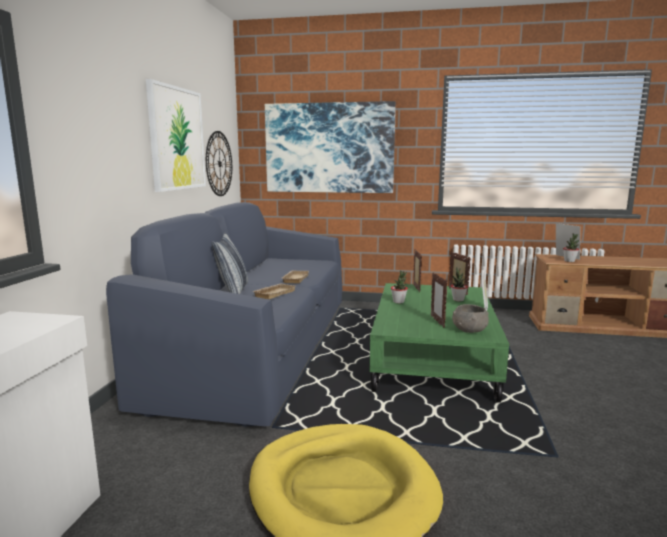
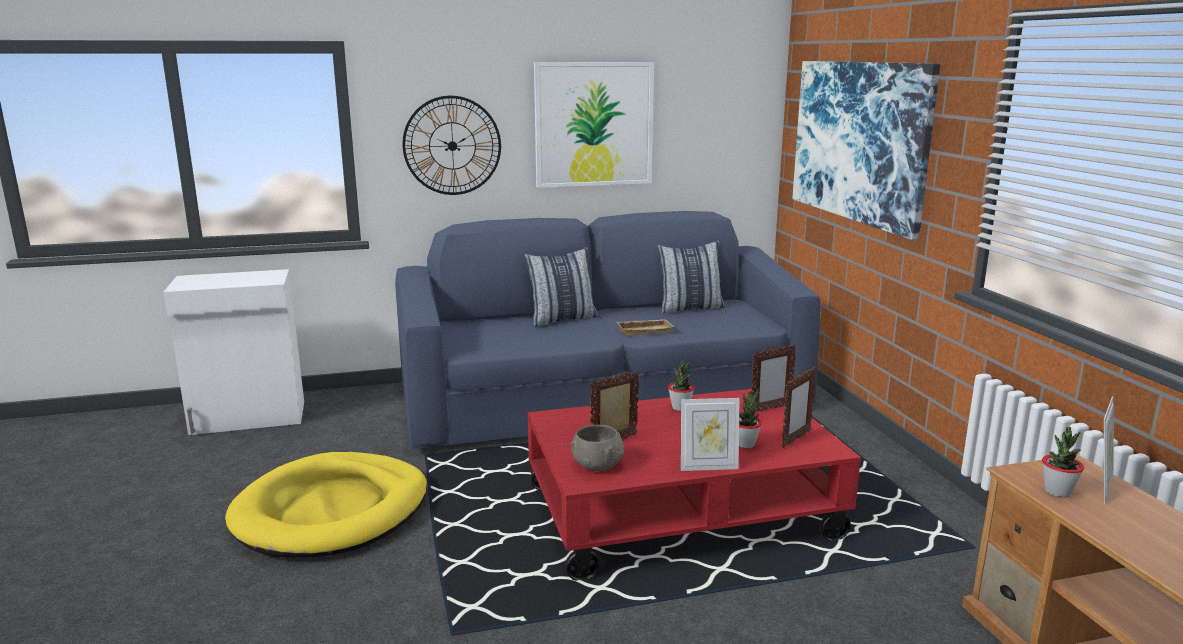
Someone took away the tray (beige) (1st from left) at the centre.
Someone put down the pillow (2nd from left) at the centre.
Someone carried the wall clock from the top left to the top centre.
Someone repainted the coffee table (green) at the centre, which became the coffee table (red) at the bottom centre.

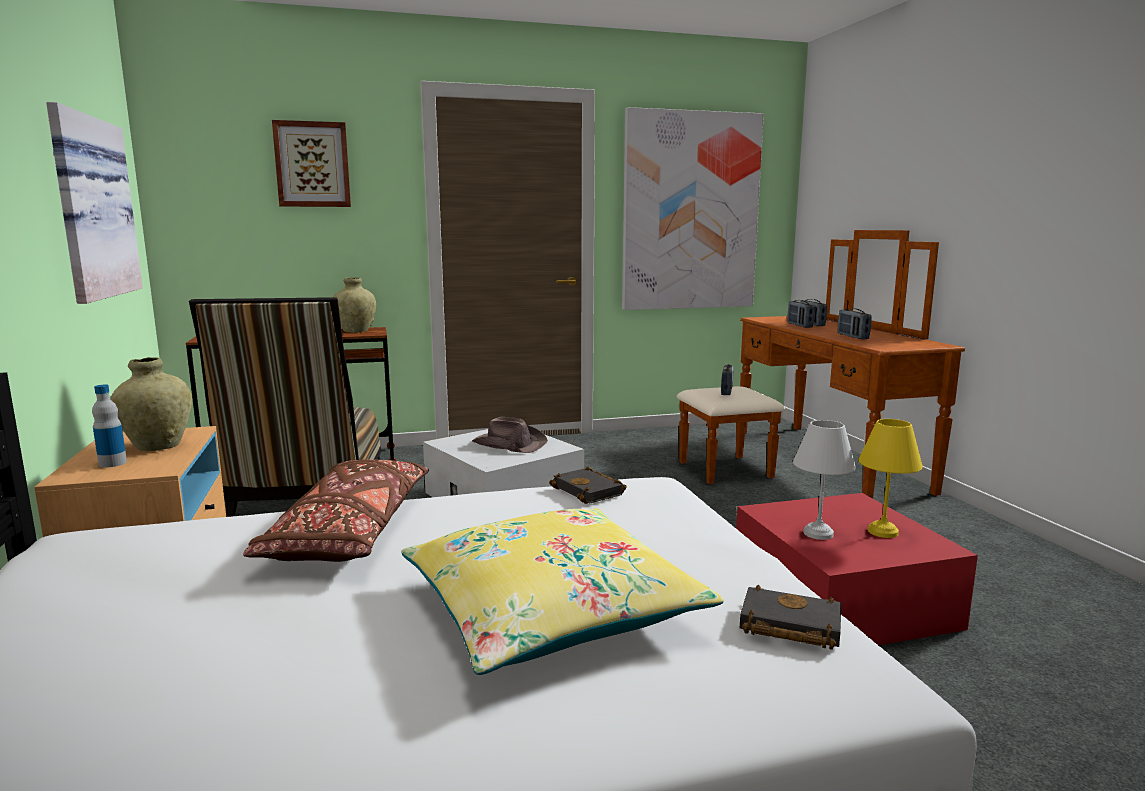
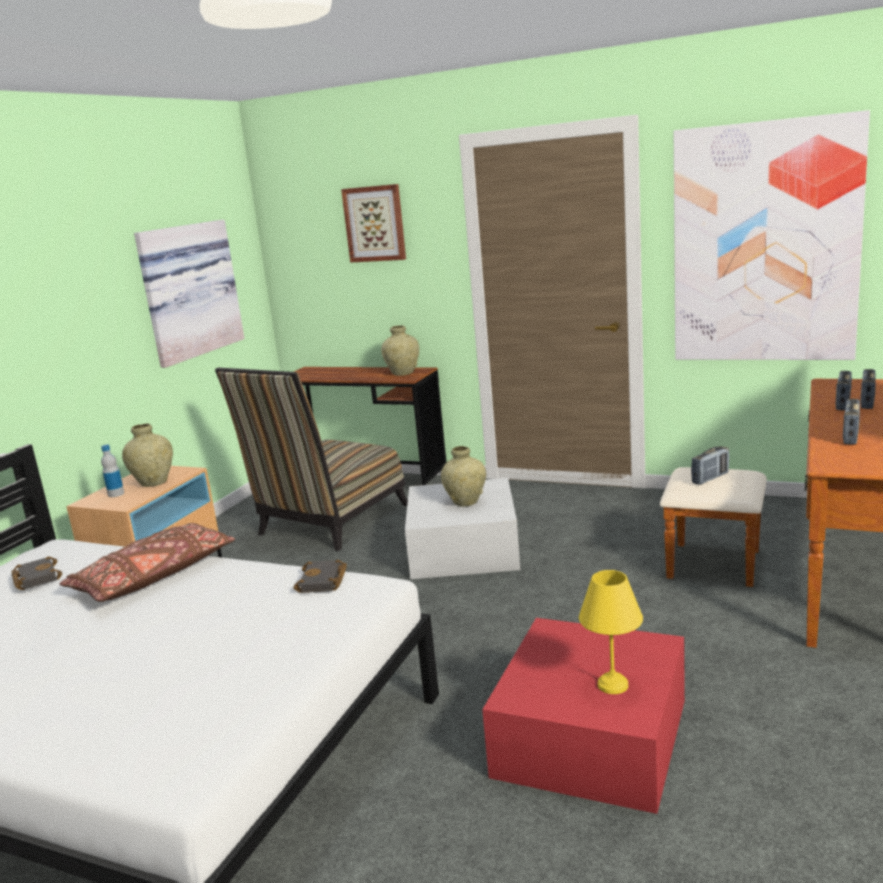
Someone took away the pillow (yellow) at the bottom centre.
Someone took away the table lamp (white) at the middle right.
Someone carried the book (black) (2nd from left in the first image) from the bottom right to the middle left.
Someone swapped the hat (brown) at the centre for the vase (beige) (3rd from left) at the centre.

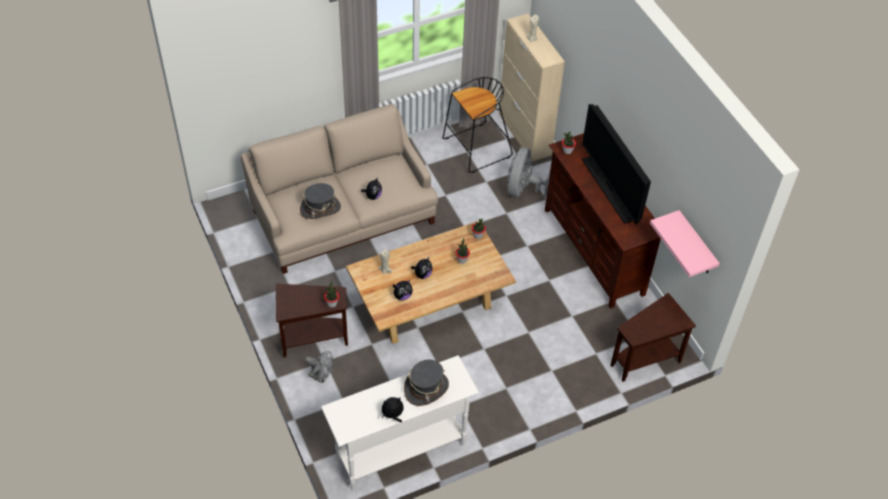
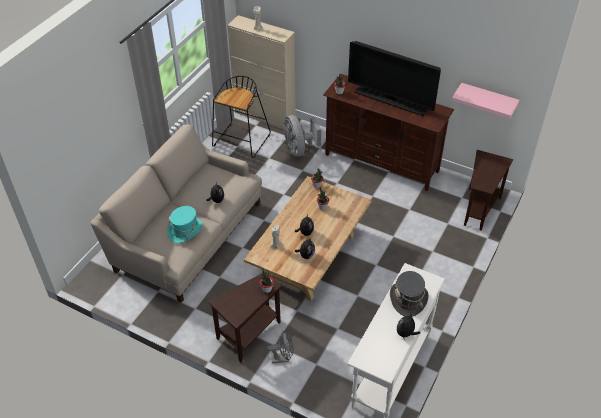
Someone repainted the hat (grey) (1st from left) at the centre, which became the hat (turquoise) at the middle left.

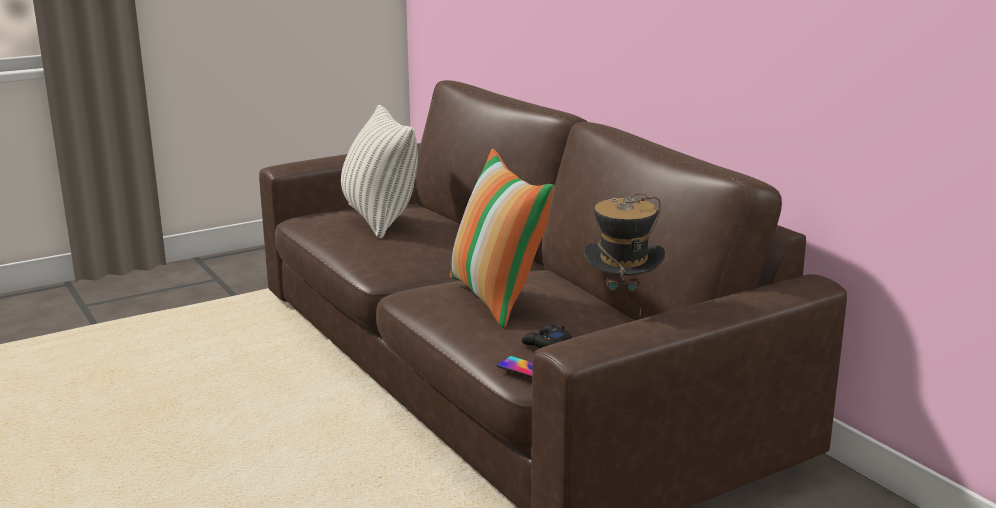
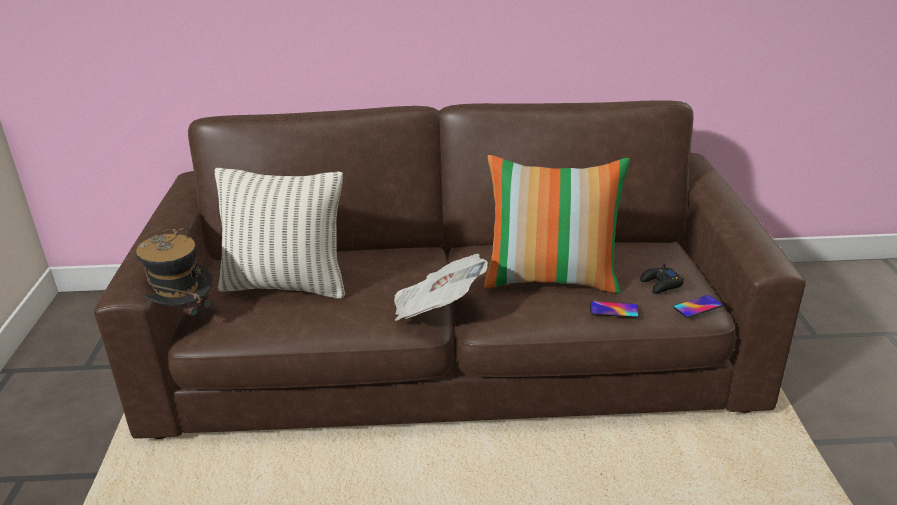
Someone put down the newspaper at the centre.
Someone put down the phone (1st from left) at the middle right.
Someone carried the hat from the centre to the middle left.

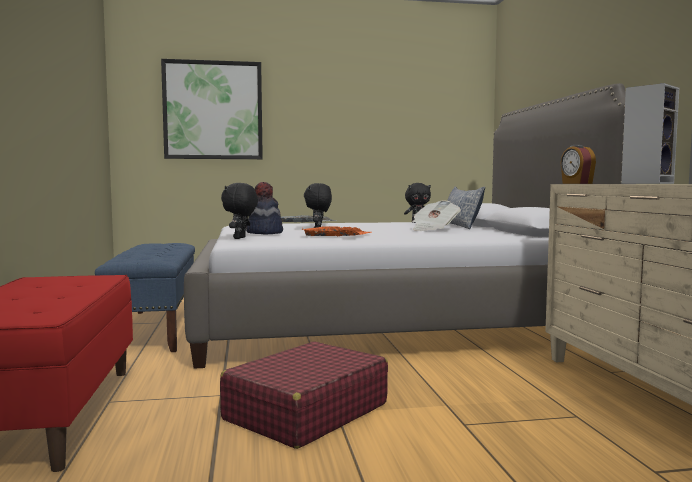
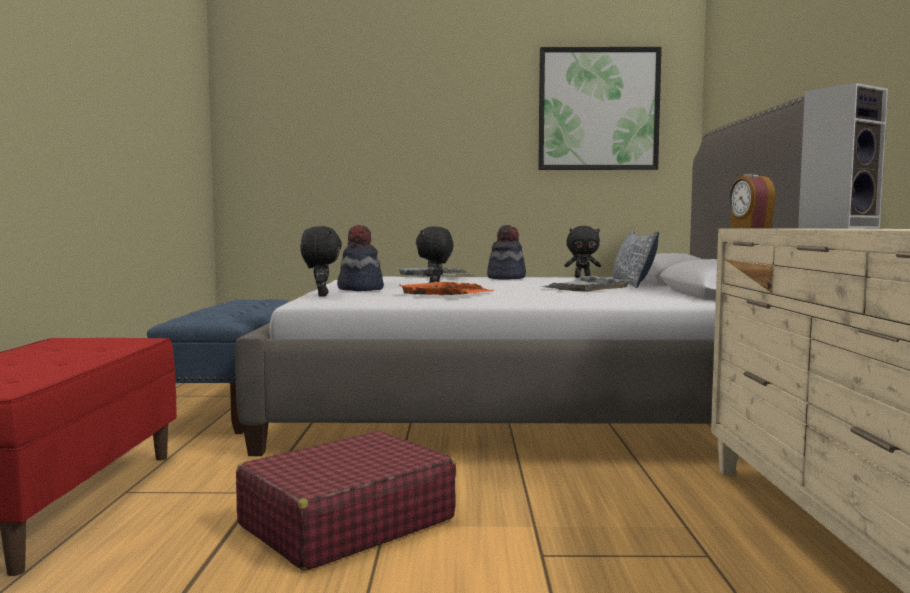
Someone put down the hat (2nd from left) at the centre.
Someone carried the picture from the top left to the top centre.
Someone swapped the newspaper at the centre for the tray (grey) (2nd from left) at the centre.
Someone rotated the plush toy (black) (1st from left) at the centre by 150 degrees clockwise.

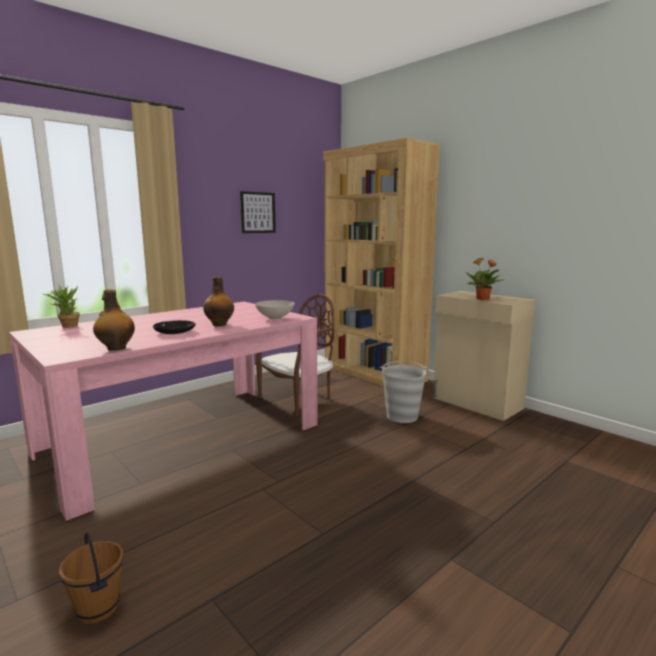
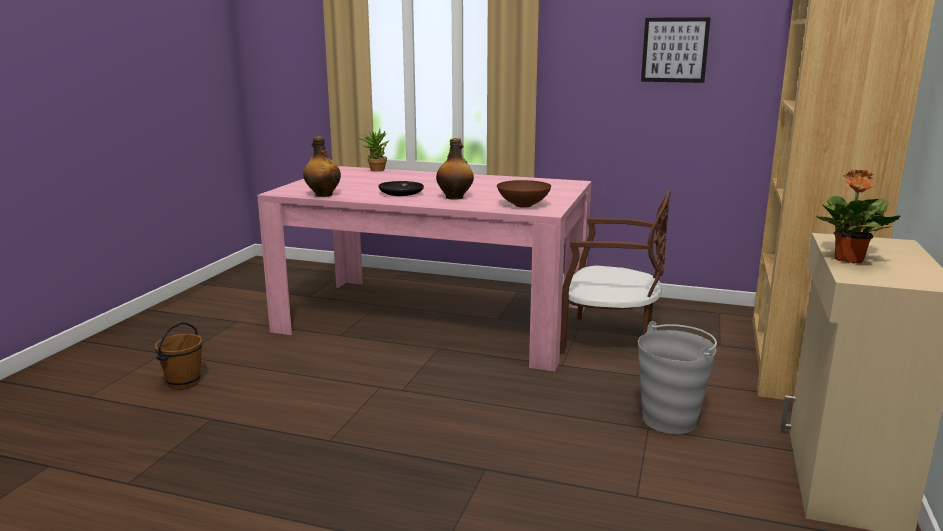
Someone repainted the bowl (white) at the centre, which became the bowl (brown) at the centre.

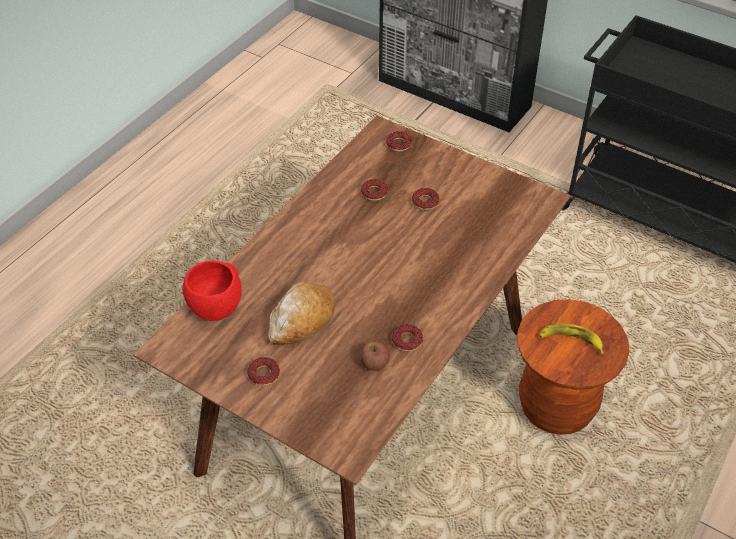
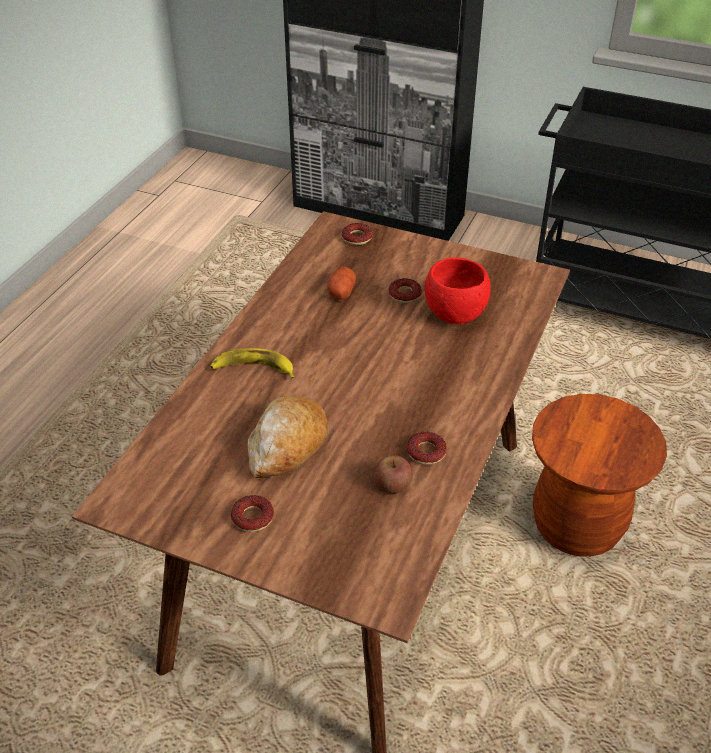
Someone carried the bowl (red) from the middle left to the centre.
Someone carried the banana from the middle right to the centre.
Someone swapped the donut (2nd from left) at the centre for the potato at the centre.

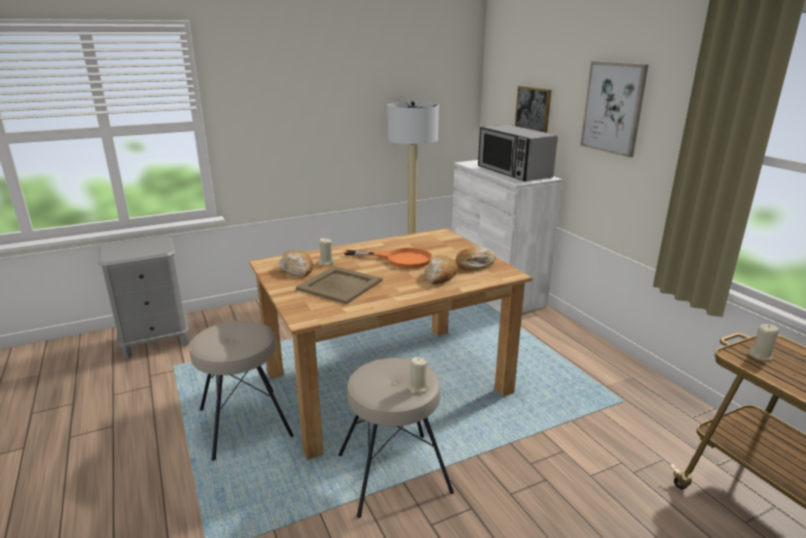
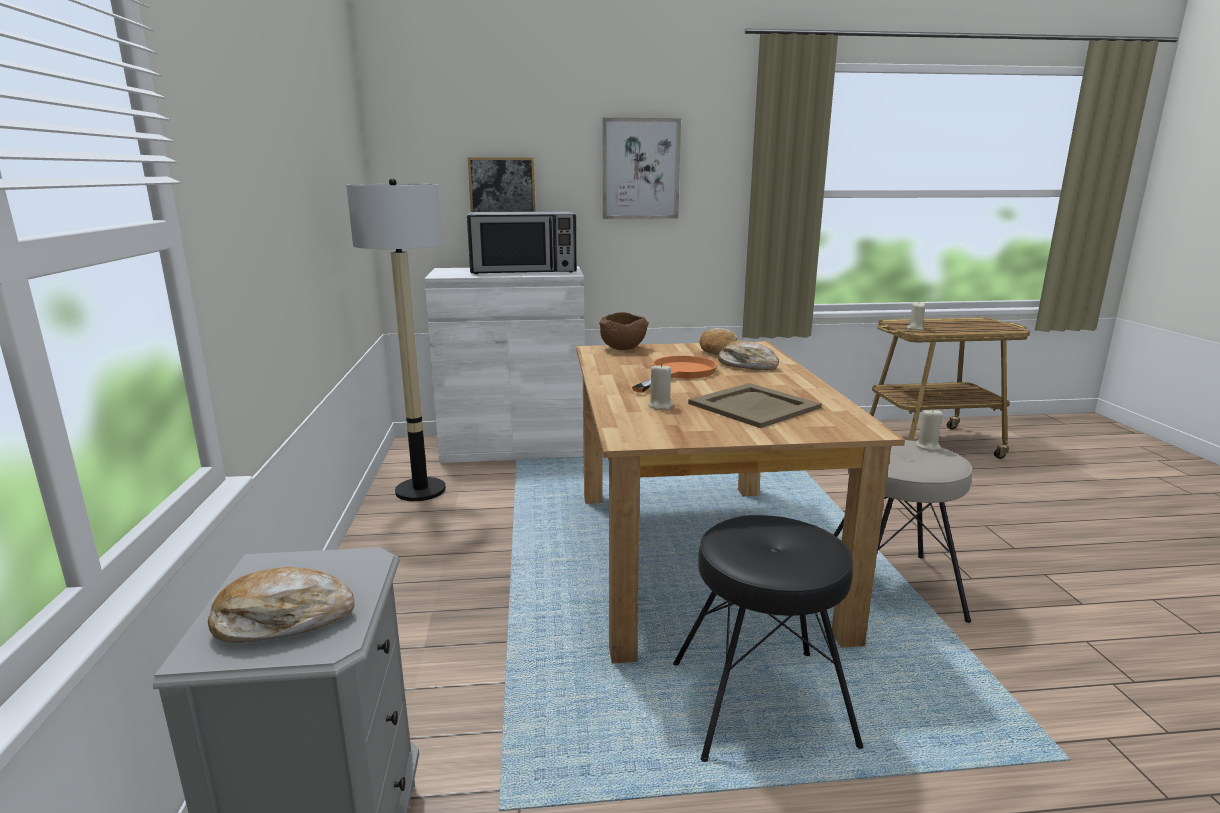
Someone put down the bowl (brown) at the centre.
Someone carried the bread (1st from left) from the centre to the bottom left.
Someone repainted the stool (beige) (1st from left) at the bottom left, which became the stool (black) at the bottom centre.

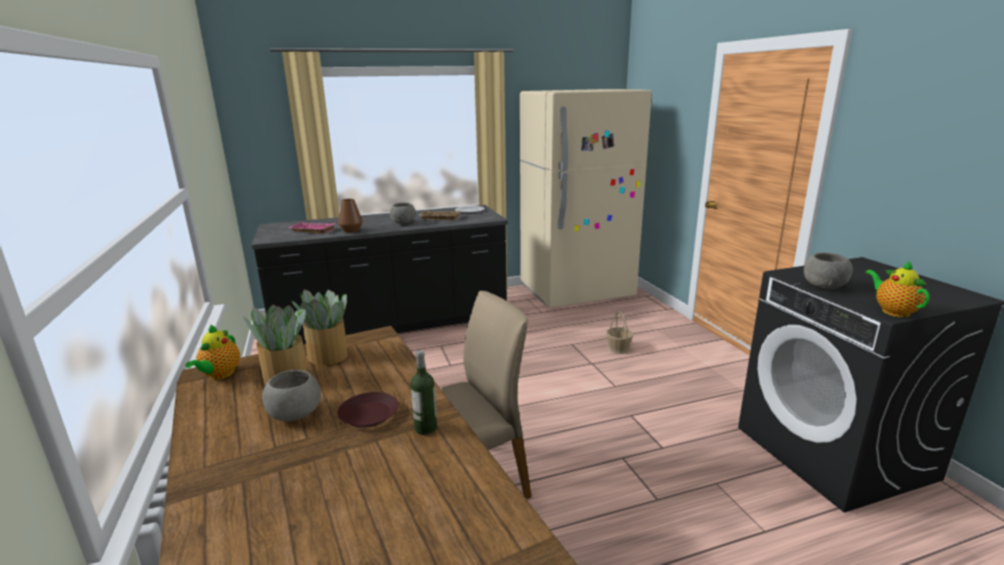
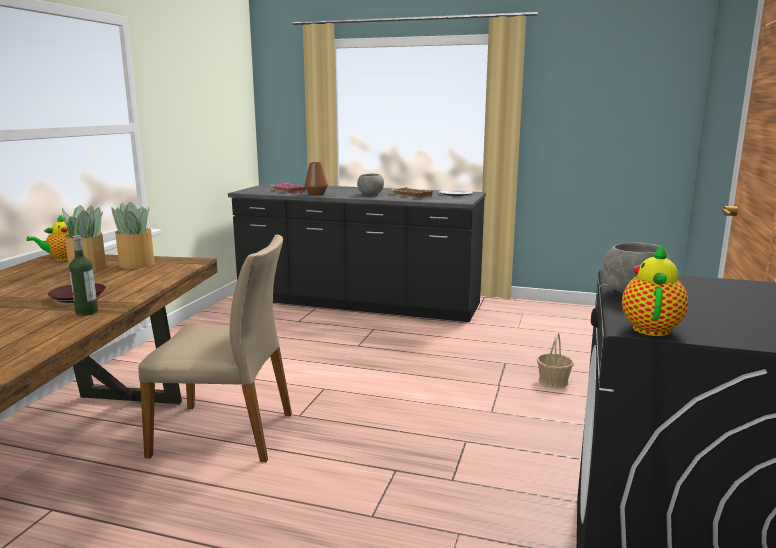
Someone took away the bowl (grey) (1st from left) at the bottom left.
Someone took away the fridge (beige) at the centre.

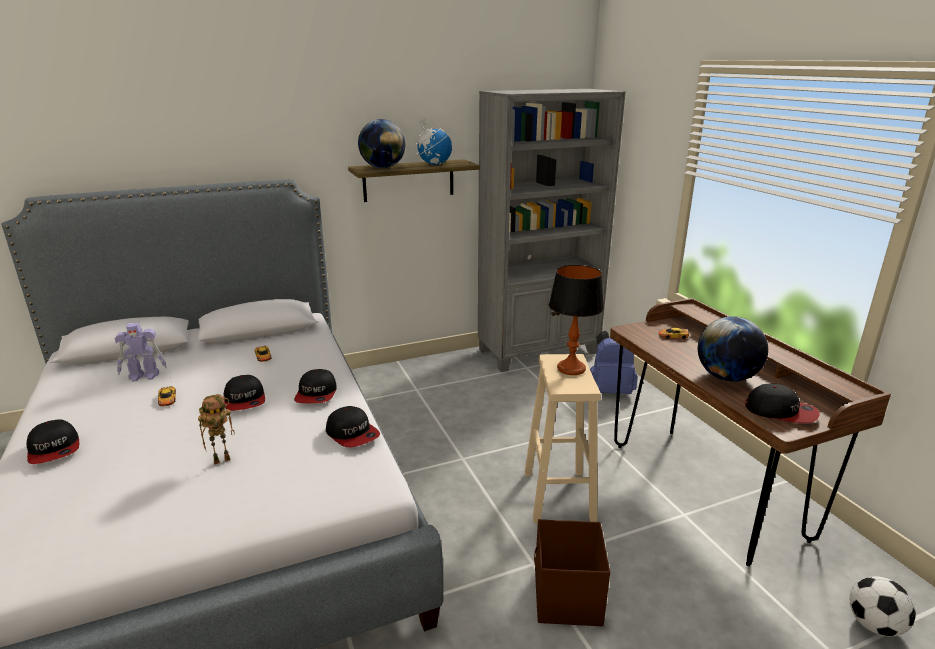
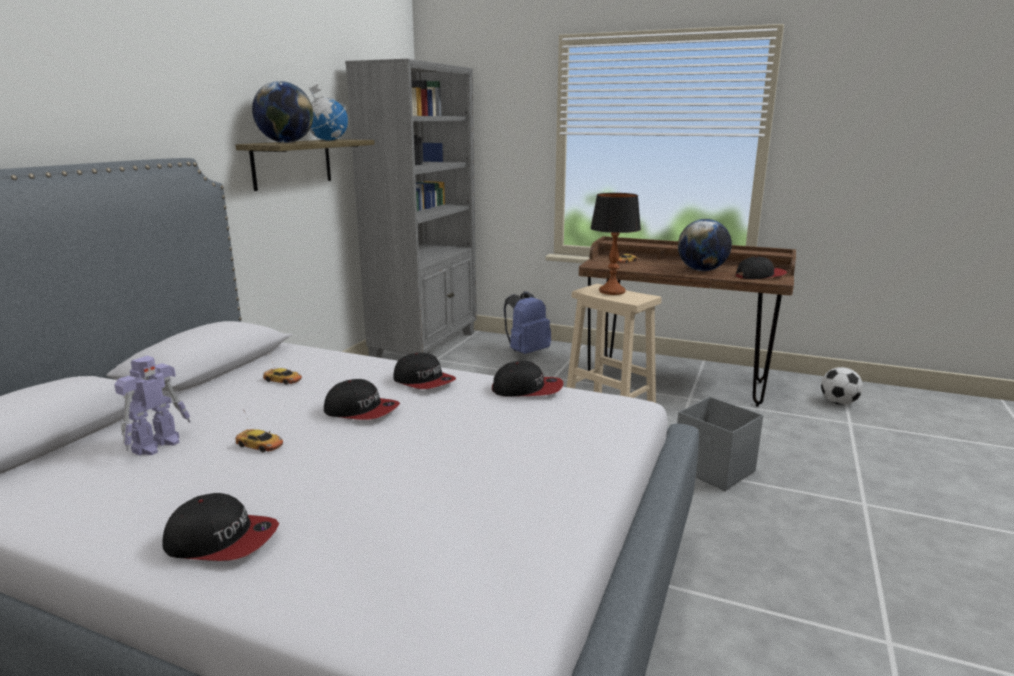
Someone took away the toy robot (2nd from left) at the middle left.
Someone repainted the storage box (brown) at the bottom centre, which became the storage box (grey) at the middle right.

